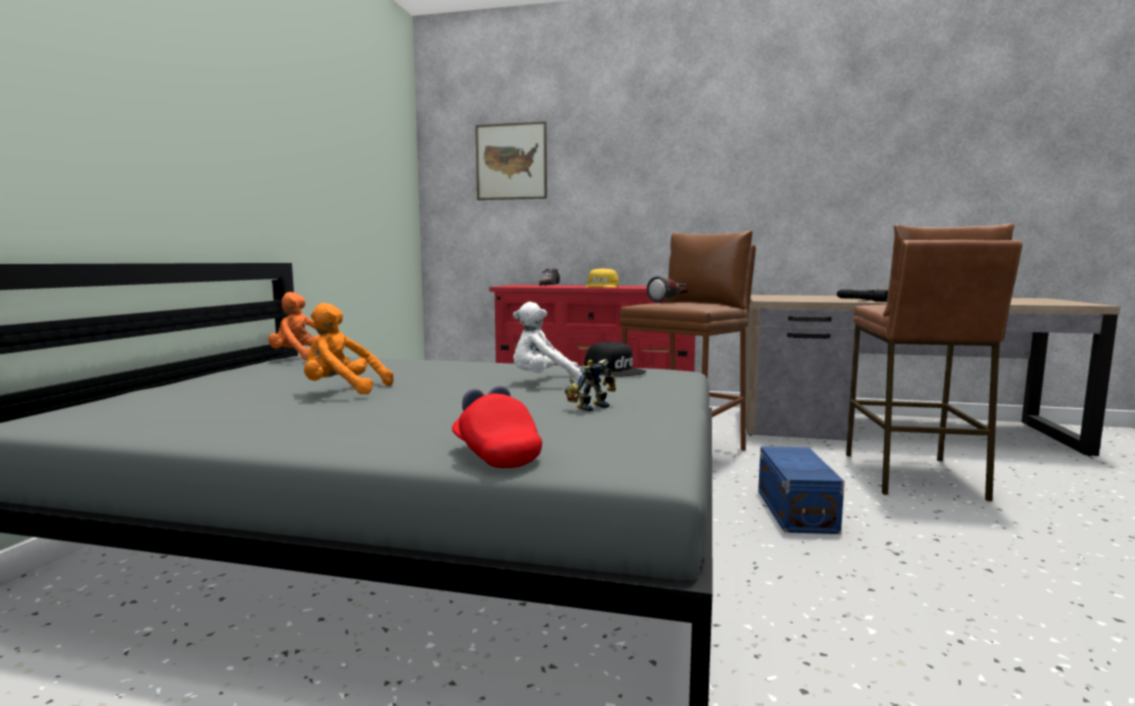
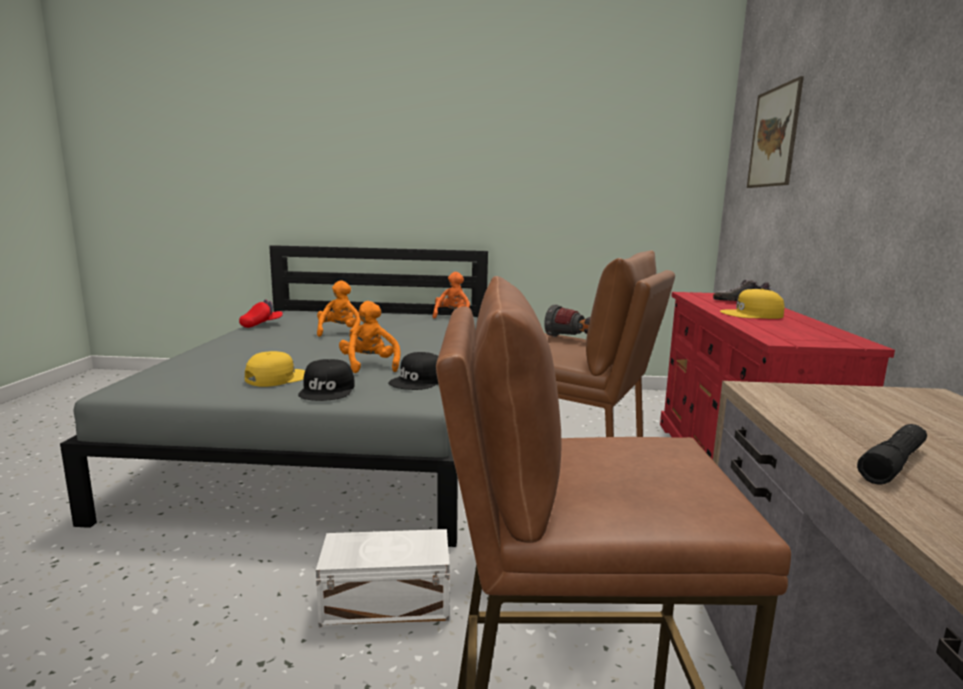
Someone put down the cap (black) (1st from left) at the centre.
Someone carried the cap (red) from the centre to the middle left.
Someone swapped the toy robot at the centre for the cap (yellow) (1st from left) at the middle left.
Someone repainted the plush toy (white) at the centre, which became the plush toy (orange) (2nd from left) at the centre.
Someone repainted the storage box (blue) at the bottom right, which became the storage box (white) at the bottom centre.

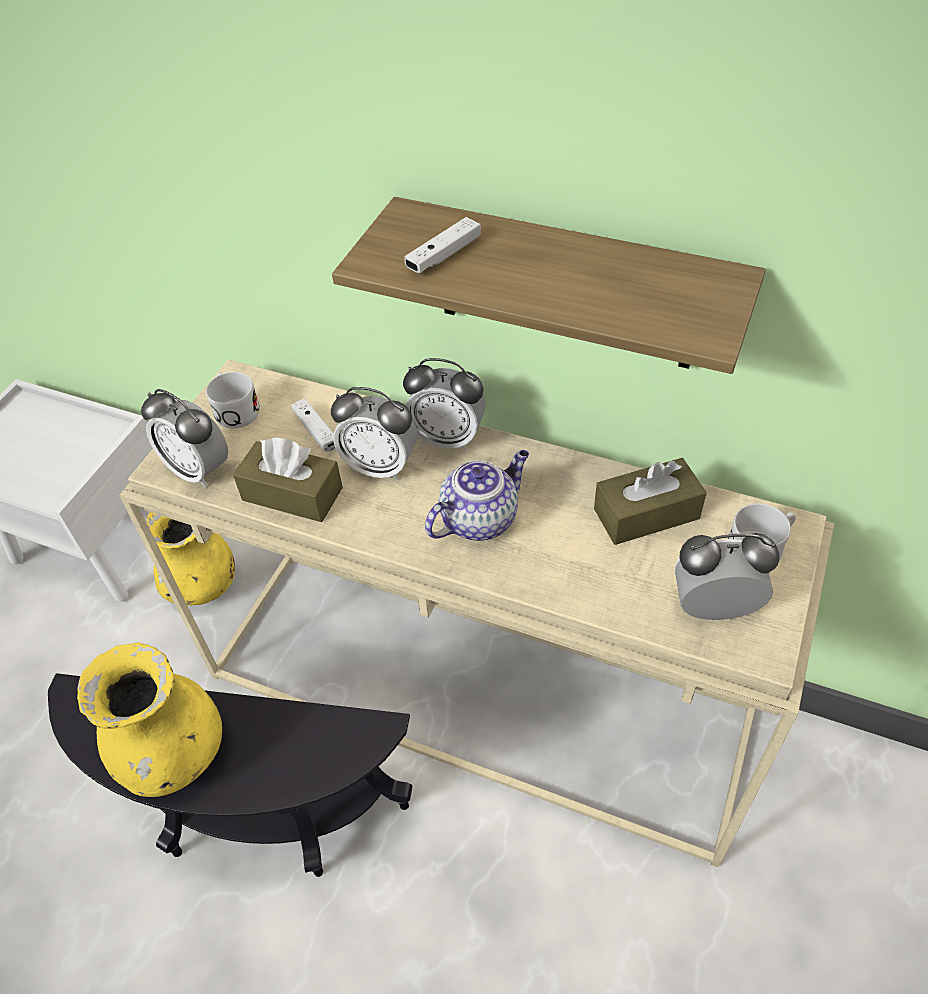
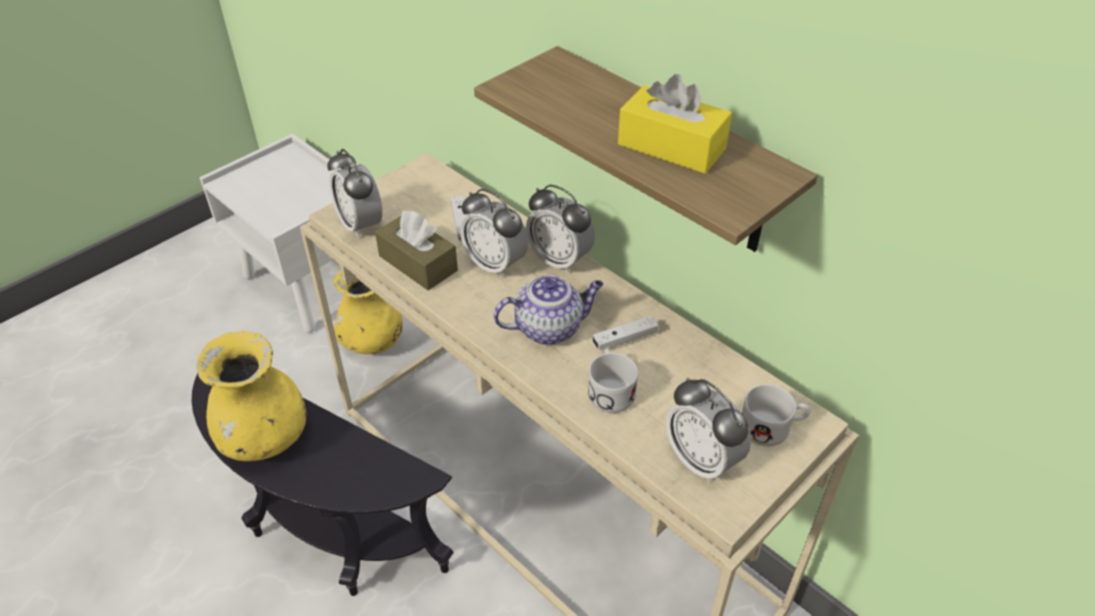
Someone took away the tissue box (brown) (2nd from left) at the middle right.
Someone put down the tissue box (yellow) at the top centre.
Someone carried the mug (white) (1st from left) from the middle left to the centre.
Someone carried the game controller (white) (2nd from left) from the top centre to the centre.
Someone rotated the alarm clock (4th from left) at the middle right by 150 degrees counterclockwise.

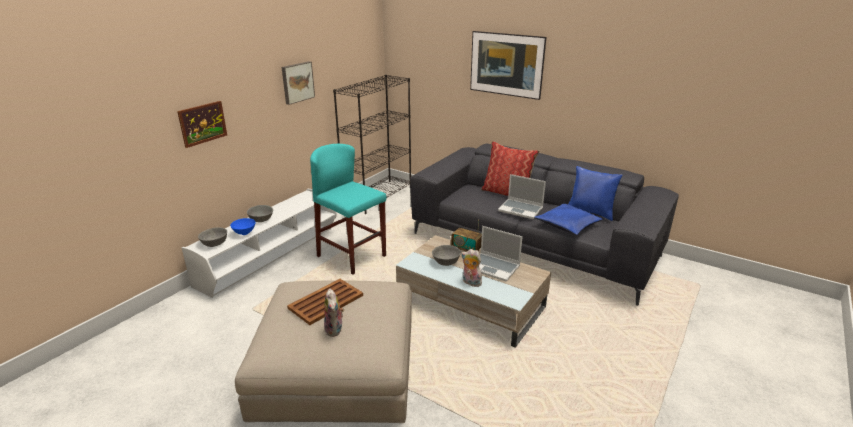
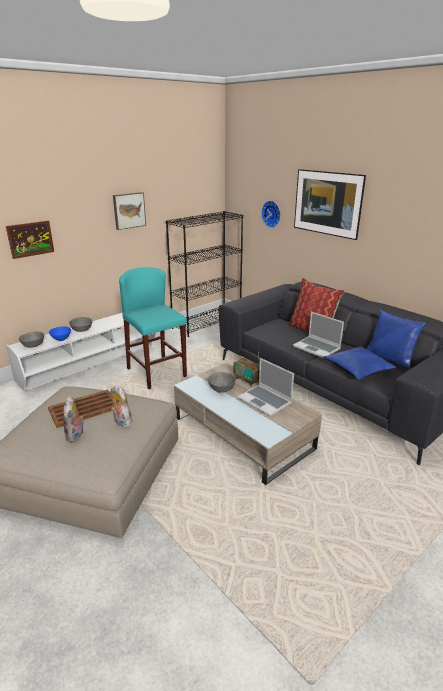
Someone put up the wall clock at the top centre.
Someone carried the plush toy (2nd from left) from the centre to the middle left.

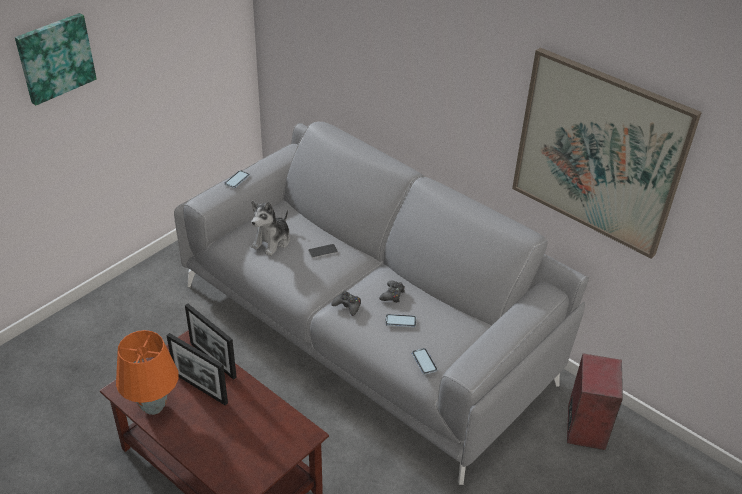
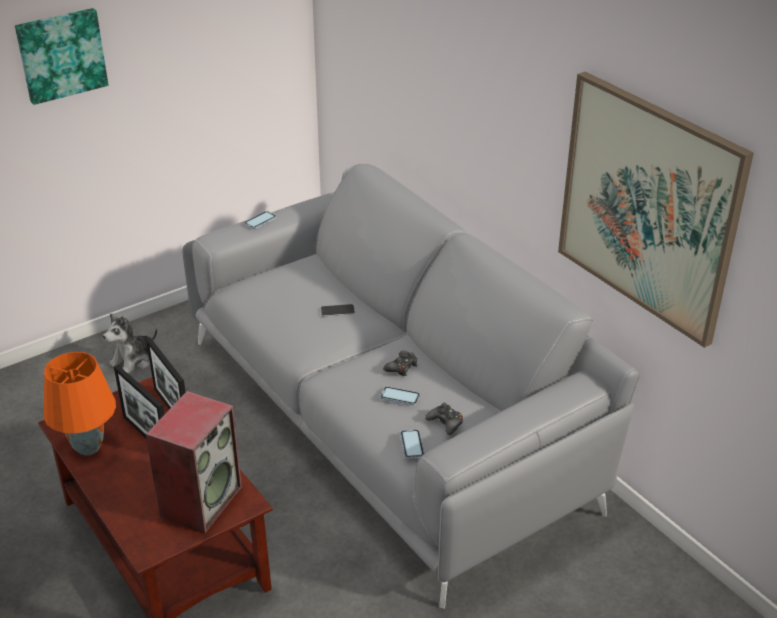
Someone carried the plush toy from the centre to the middle left.
Someone carried the game controller (black) (1st from left in the first image) from the centre to the bottom centre.
Someone carried the speaker from the bottom right to the bottom left.

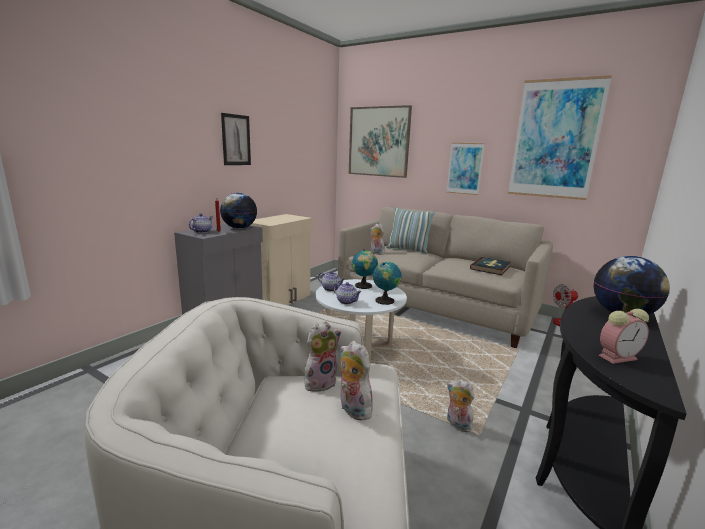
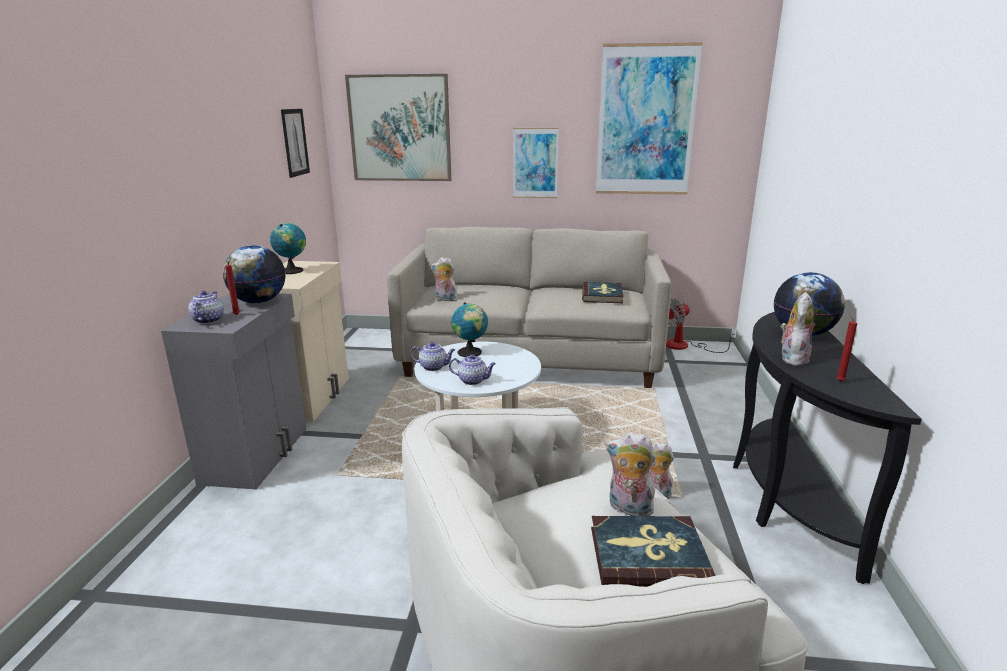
Someone took away the pillow at the centre.
Someone put down the book (2nd from left) at the bottom centre.
Someone carried the picture (1st from left) from the top centre to the top left.
Someone carried the plush toy (1st from left in the first image) from the bottom centre to the middle right.
Someone carried the globe (3rd from left in the first image) from the centre to the middle left.
Someone swapped the alarm clock at the middle right for the candle (red) (2nd from left) at the middle right.

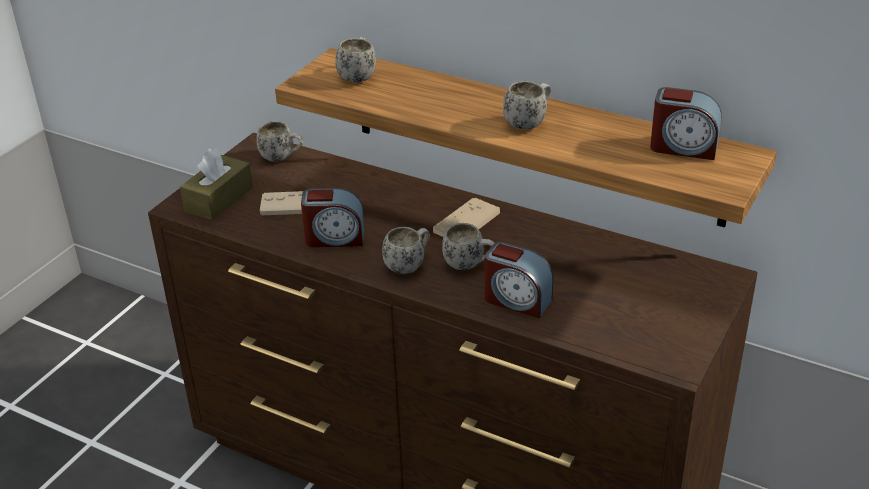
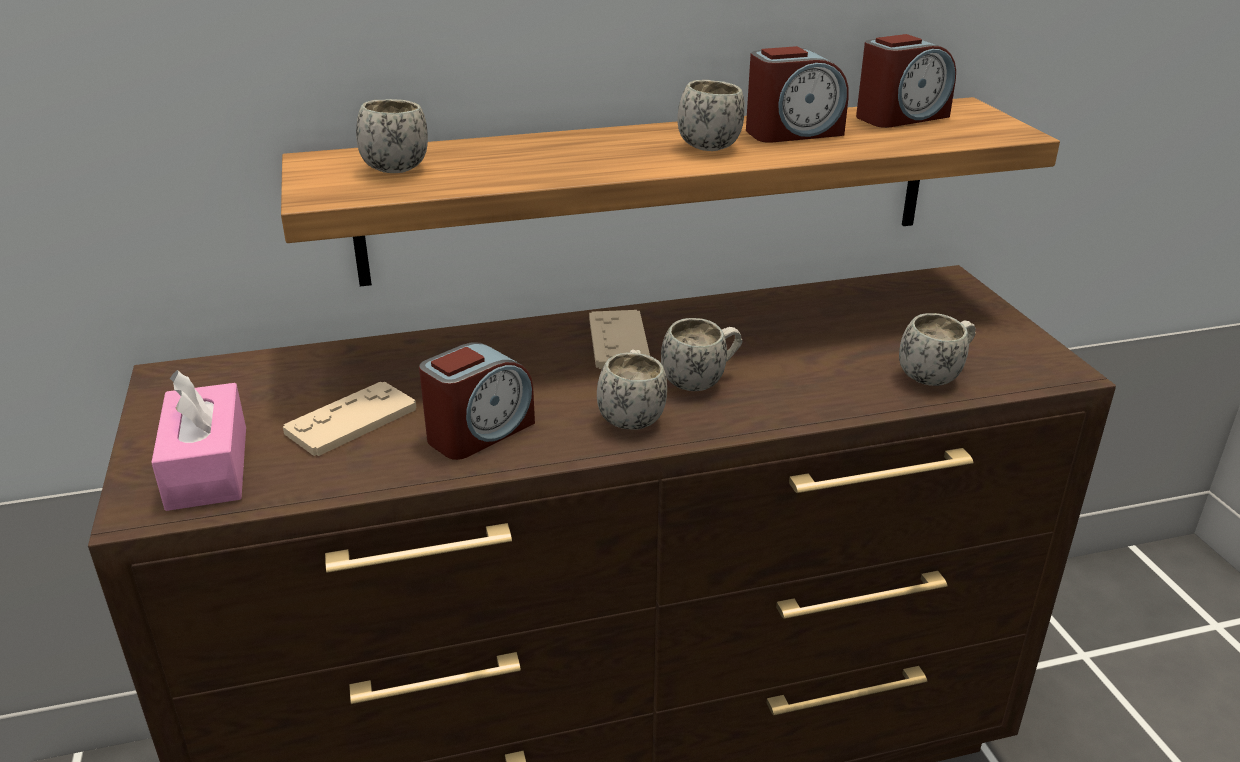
Someone carried the mug (white) (1st from left in the first image) from the top left to the middle right.
Someone carried the alarm clock (2nd from left) from the centre to the top centre.
Someone repainted the tissue box (brown) at the middle left, which became the tissue box (pink) at the middle left.

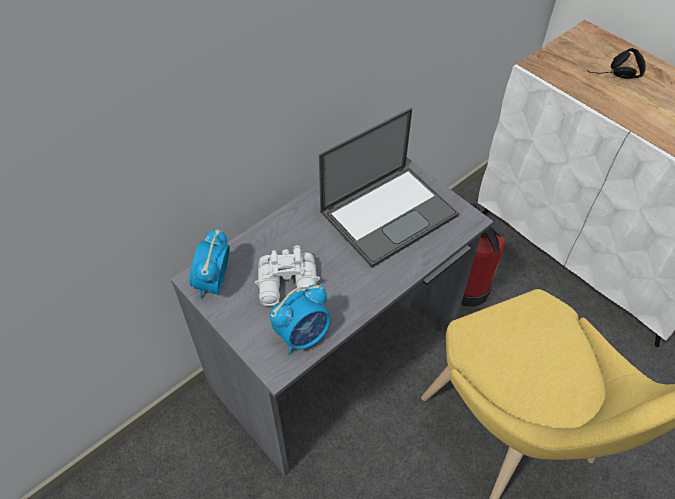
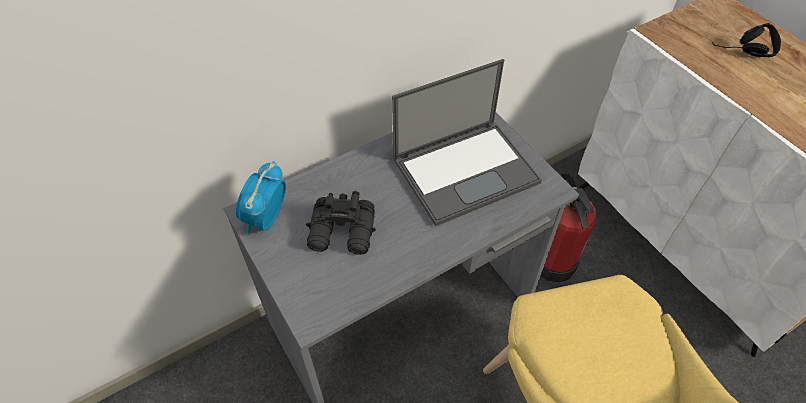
Someone took away the alarm clock (2nd from left) at the centre.
Someone repainted the binoculars (white) at the centre, which became the binoculars (black) at the centre.

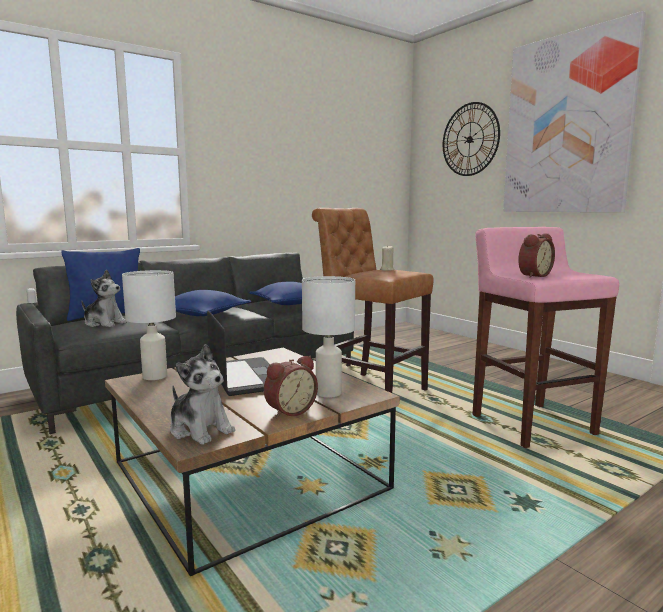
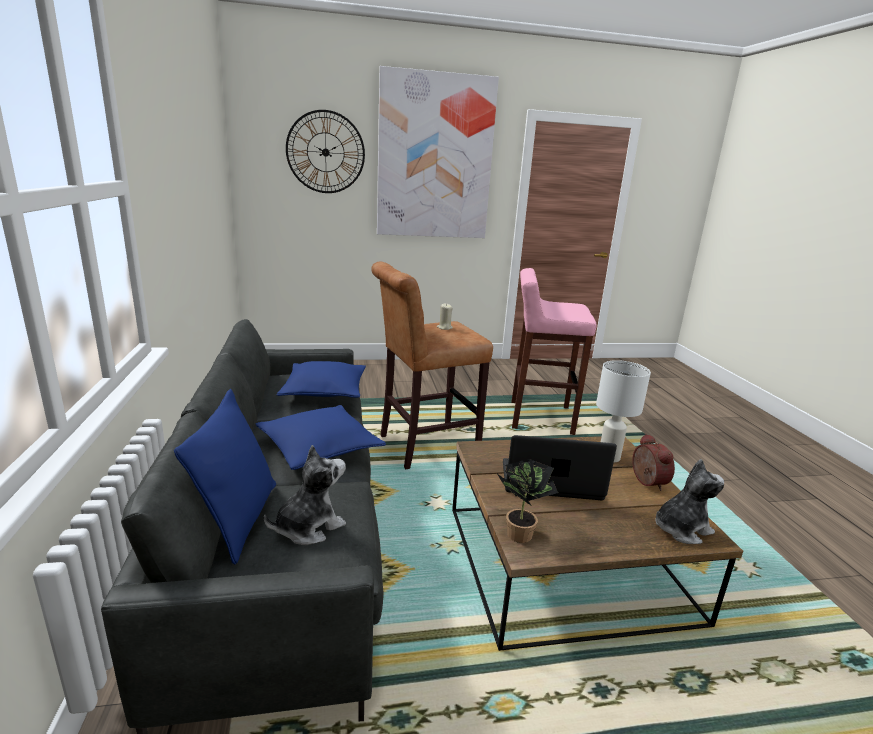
Someone took away the alarm clock (2nd from left) at the middle right.
Someone swapped the table lamp (white) (1st from left) at the middle left for the potted plant at the bottom centre.

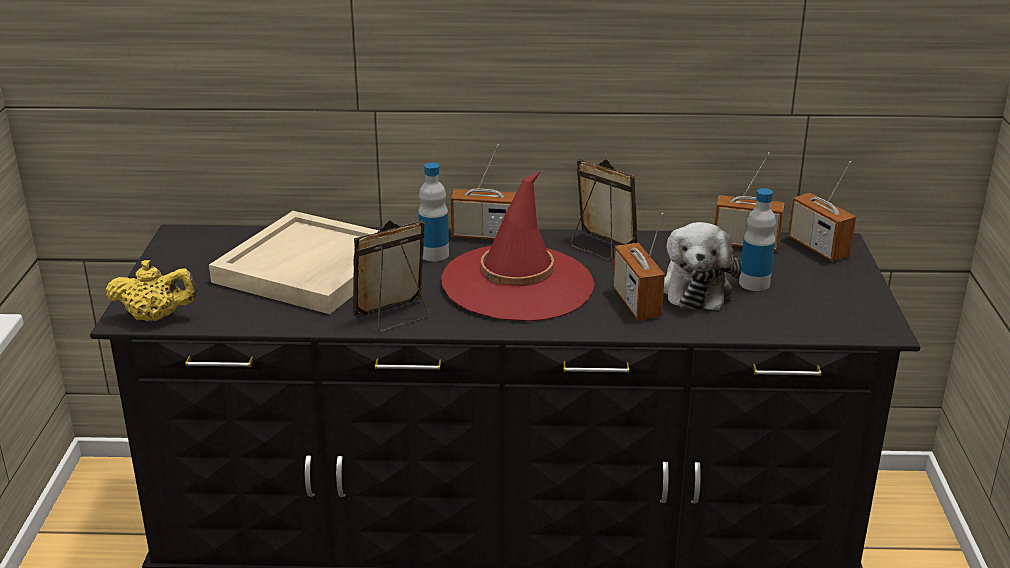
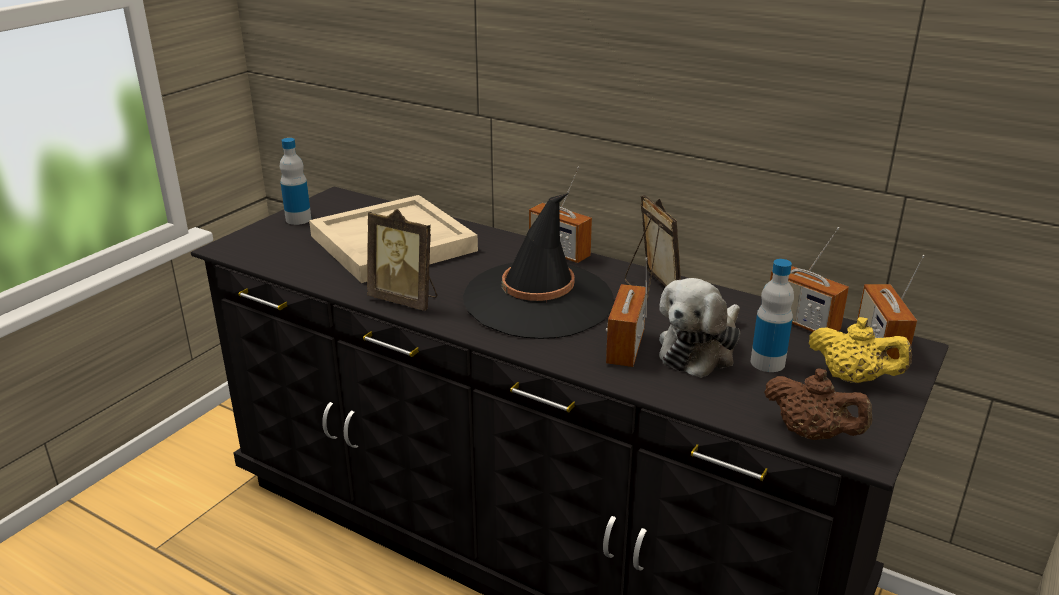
Someone put down the teapot (brown) at the bottom right.
Someone carried the teapot (yellow) from the middle left to the middle right.
Someone carried the bottle (1st from left) from the centre to the top left.
Someone repainted the hat (red) at the centre, which became the hat (black) at the centre.
Someone rotated the picture frame (1st from left) at the centre by 150 degrees counterclockwise.

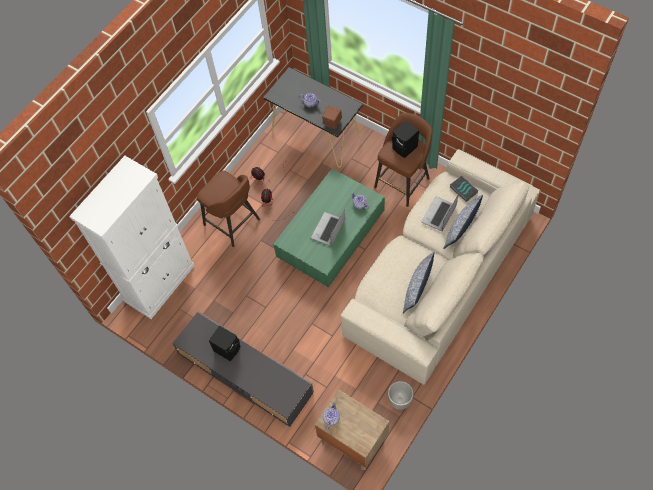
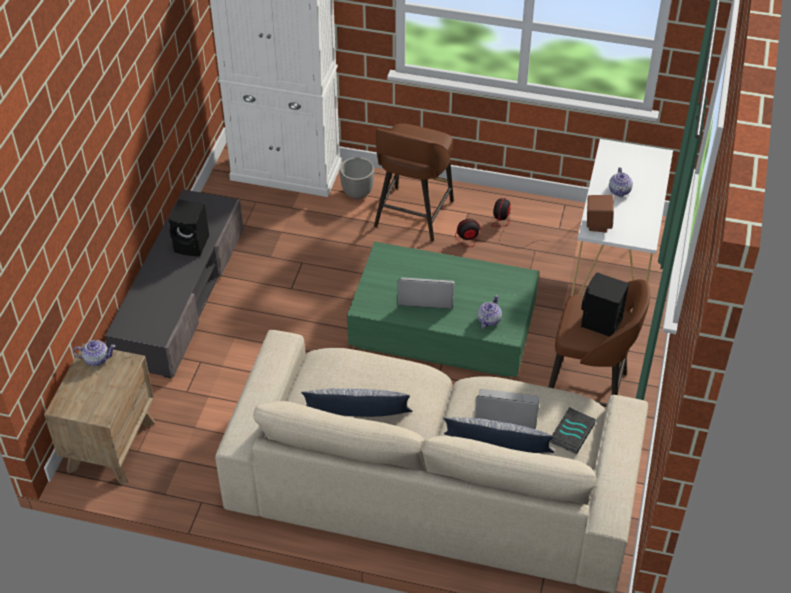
Someone carried the planter from the bottom centre to the top centre.
Someone repainted the console table (black) at the top centre, which became the console table (white) at the middle right.

